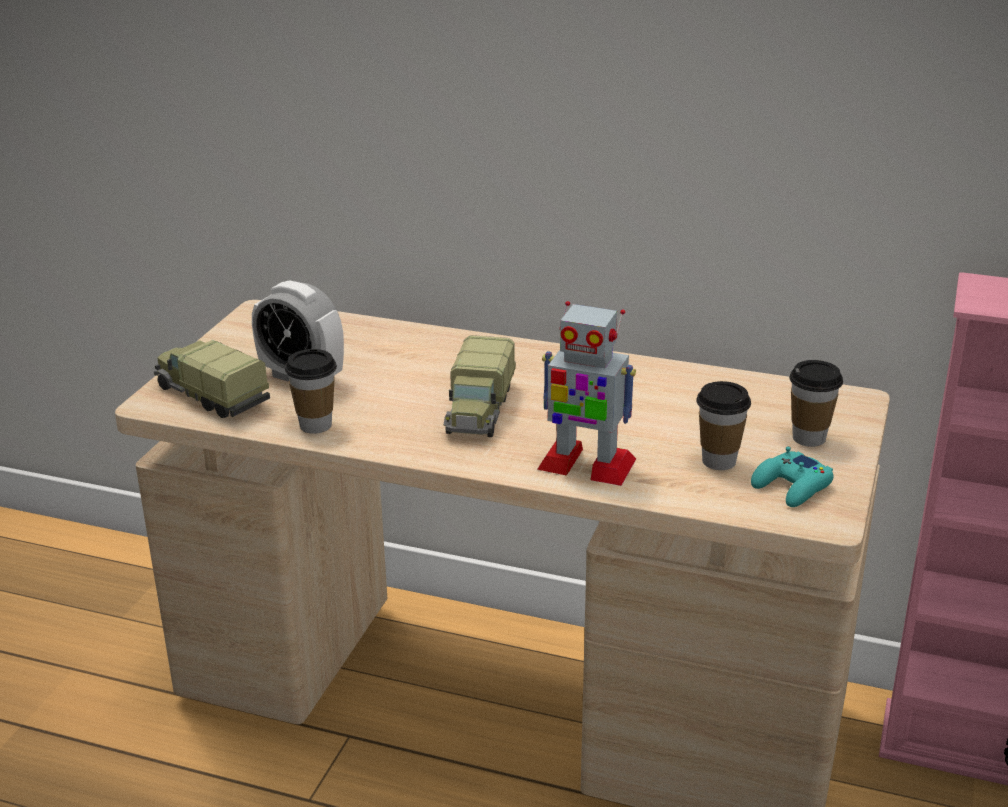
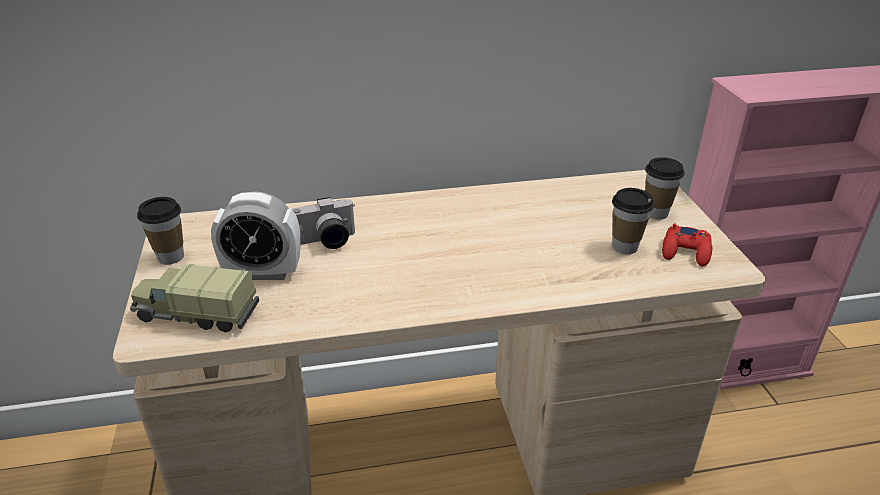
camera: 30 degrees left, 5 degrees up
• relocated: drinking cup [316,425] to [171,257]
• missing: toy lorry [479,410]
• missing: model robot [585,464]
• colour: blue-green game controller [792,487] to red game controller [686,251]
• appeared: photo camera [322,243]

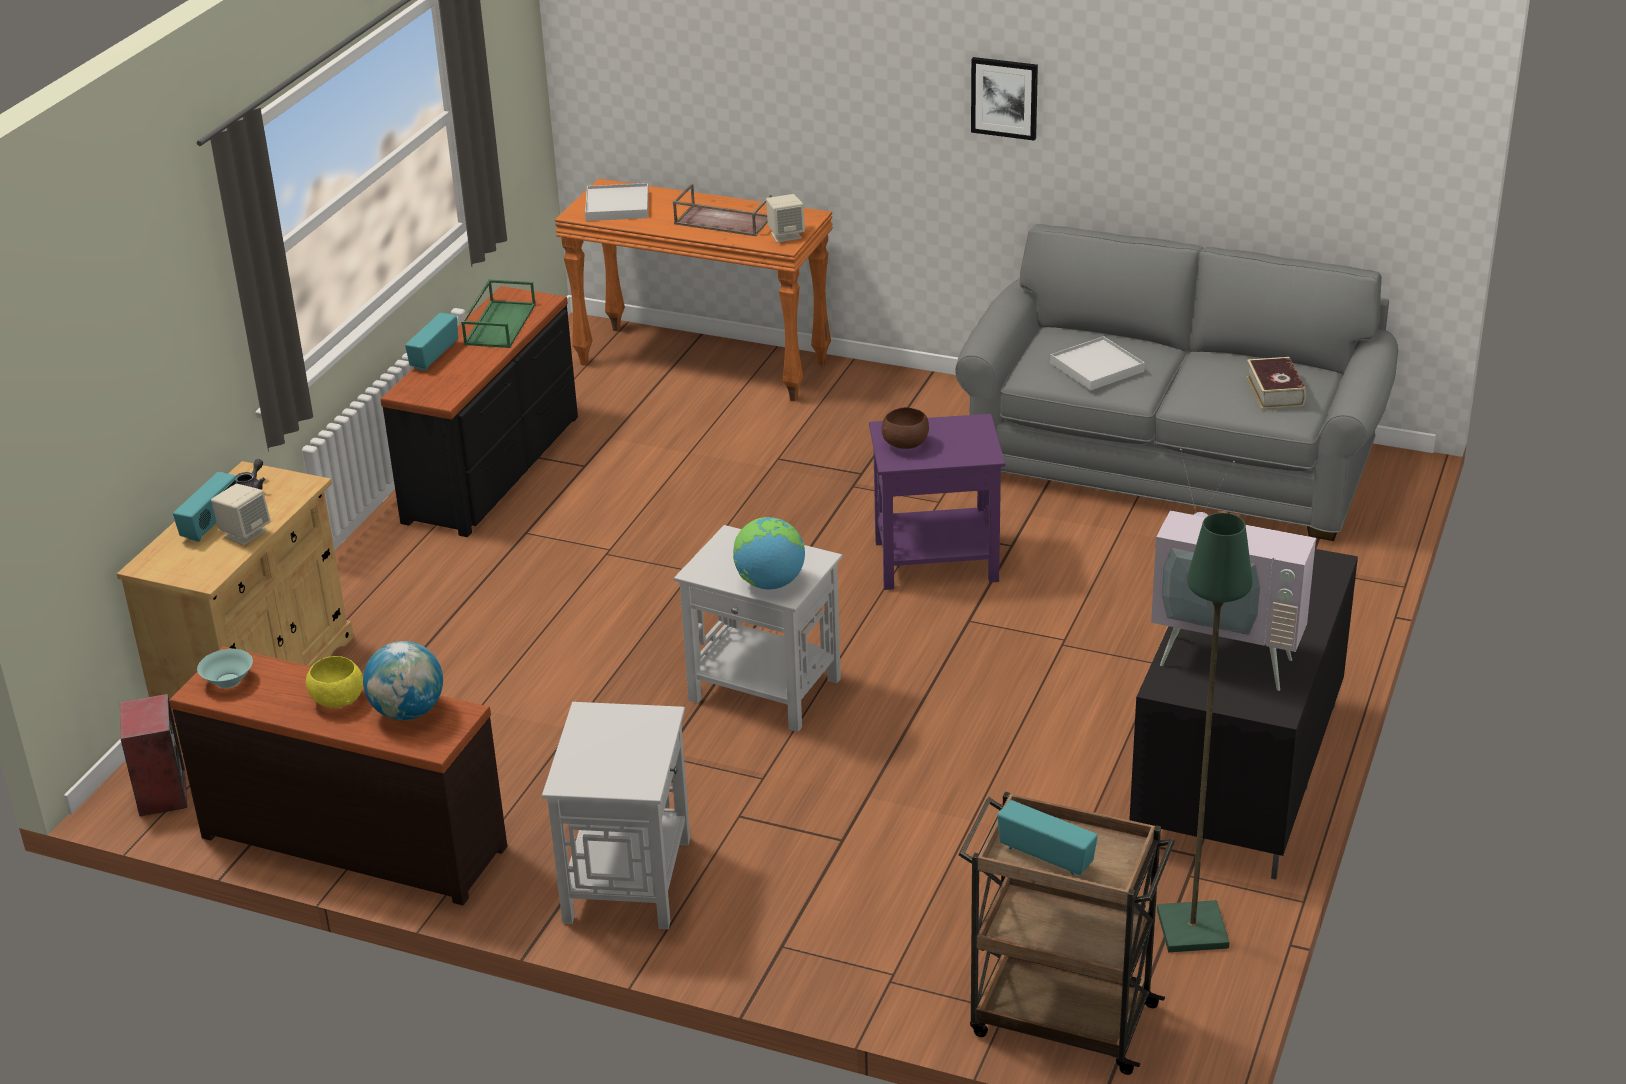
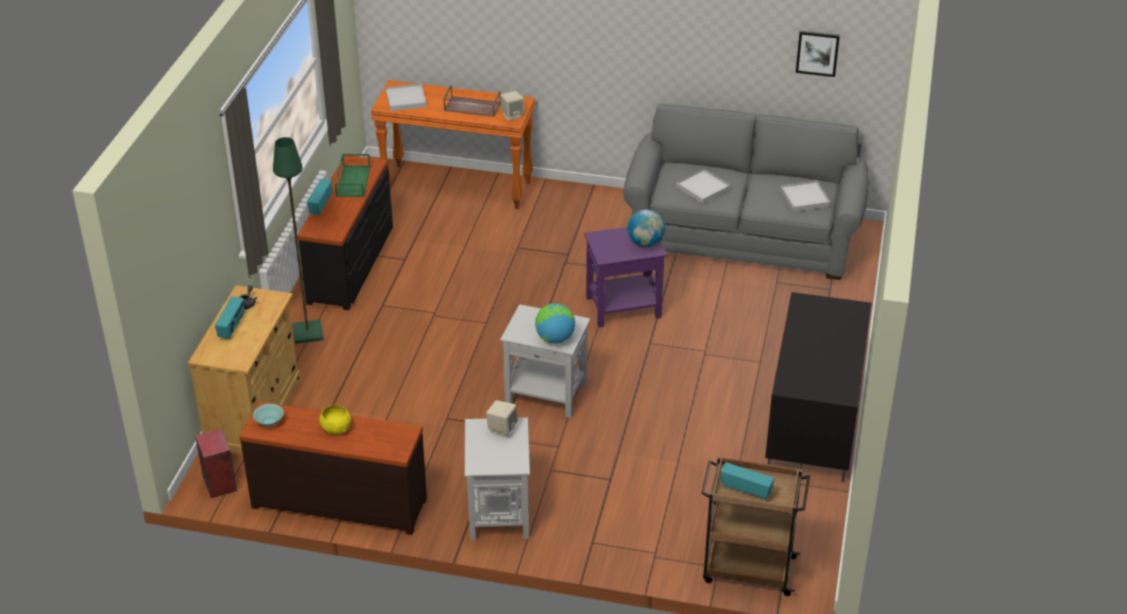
camera: 10 degrees left, 5 degrees up
• relocated: beige-coloured speaker [245,533] to [502,429]
• relocated: globe [408,712] to [645,243]
• missing: brownish serving bowl [905,445]
• relocated: wall art [1004,97] to [817,53]
• missing: television [1229,656]
• relocated: green-coloured floor lamp [1190,928] to [307,332]
• exchanged: book [1275,391] to white-coloured carrying tray [804,198]

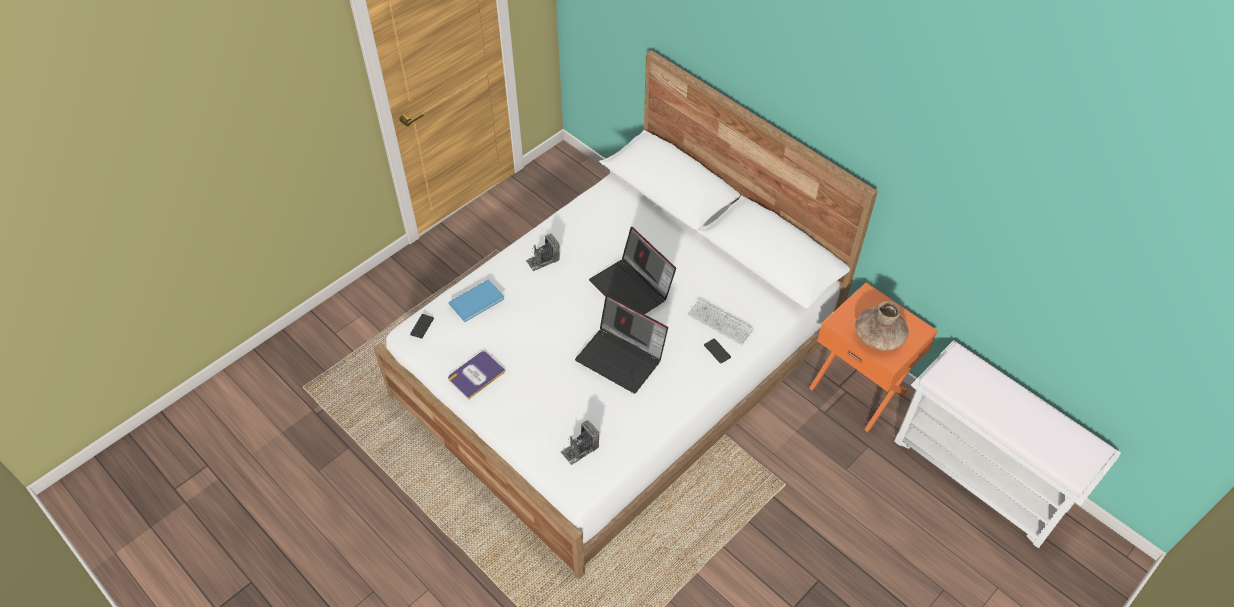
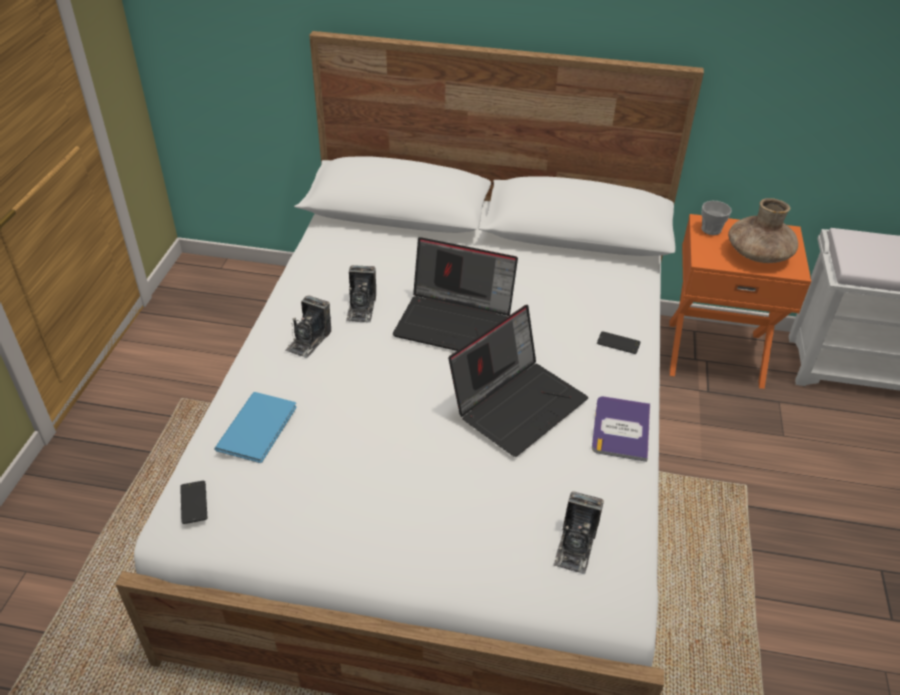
camera: 35 degrees left, 10 degrees down
• relocated: book [476,375] to [621,429]
• spun: notebook computer [622,358] = [518,403] 45 degrees counterclockwise
• missing: PC keyboard [720,322]
• appeared: photo camera [361,307]
• appeared: drinking cup [711,229]

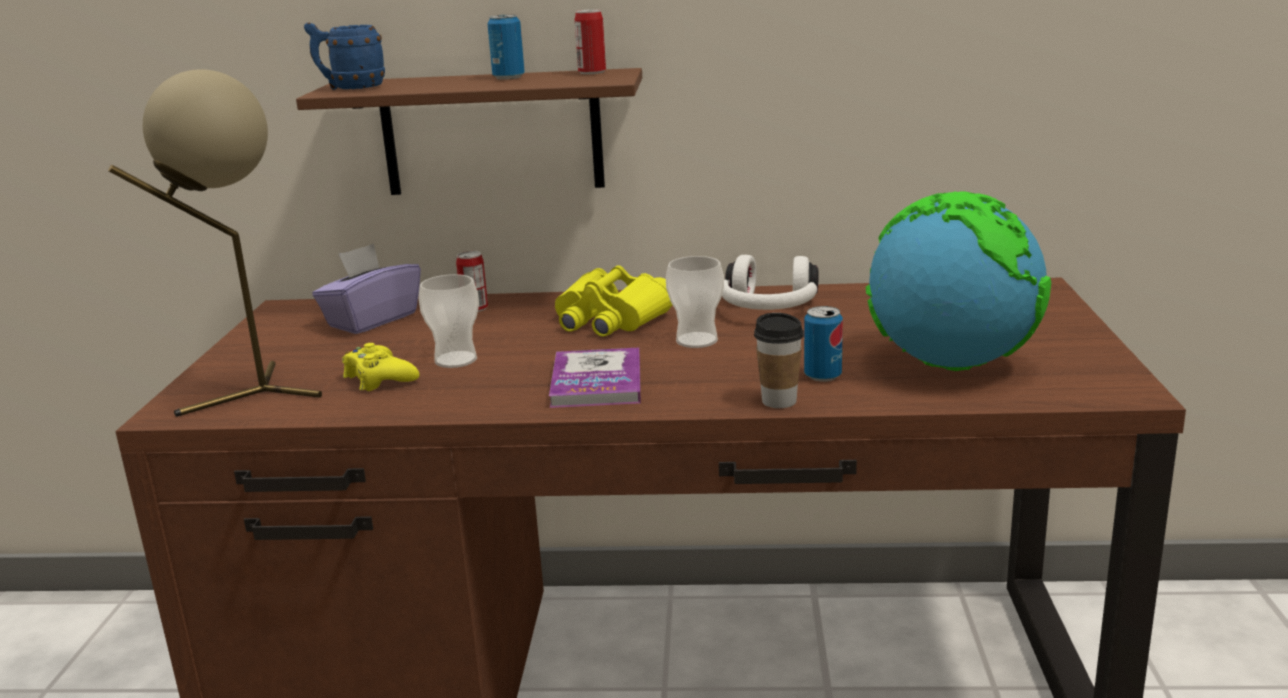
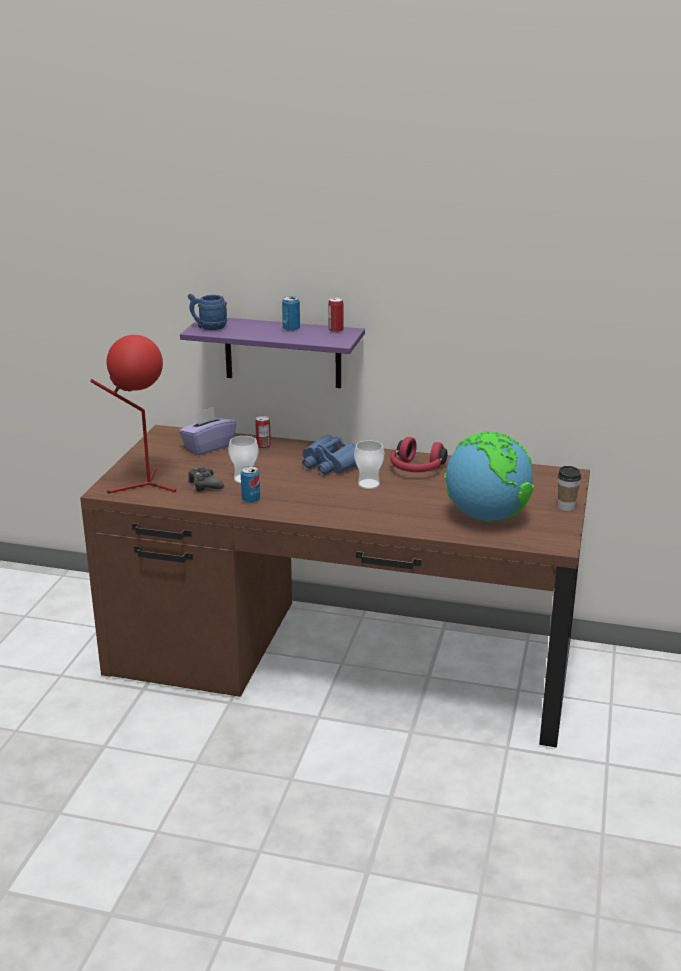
camera: 10 degrees right, 5 degrees up
• colour: beige-coloured table lamp [252,394] to red table lamp [143,485]
• colour: brownish bracket shelf [492,133] to purplish bracket shelf [282,352]
• colour: yellowish game controller [379,378] to black-coloured game controller [205,485]
• missing: book [596,381]
• colour: yellowish field glasses [610,320] to blue field glasses [331,464]
• colour: white-coloured headset [768,309] to red headset [416,469]
• relocated: drinking cup [779,401] to [566,507]
• relocated: metal can [823,376] to [251,500]

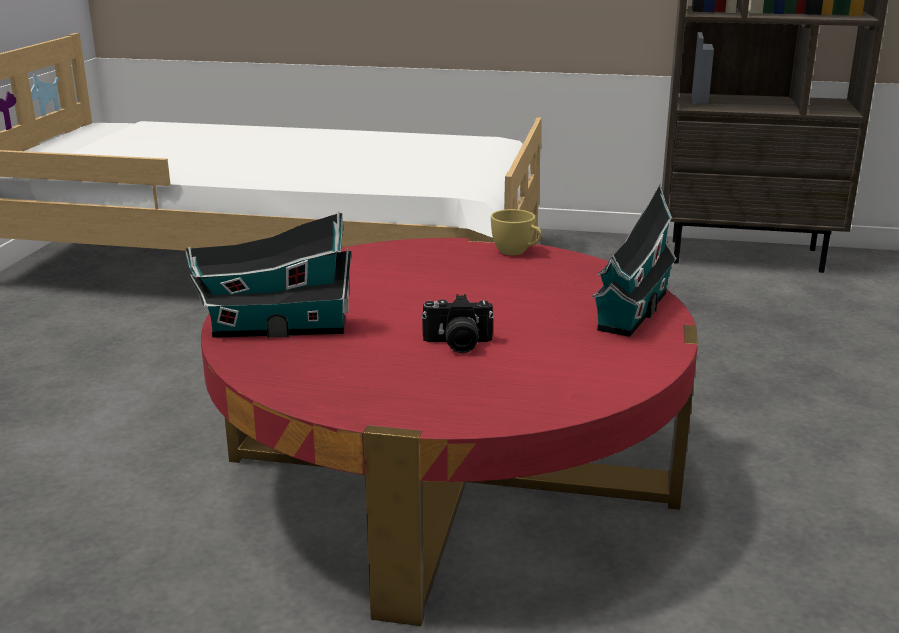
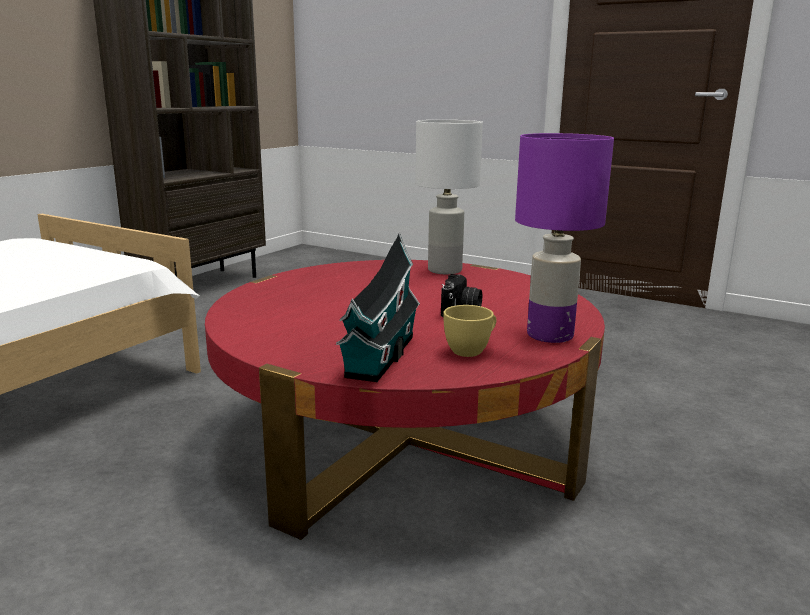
camera: 70 degrees left, 5 degrees down
• relocated: yellowish drinking cup [516,252] to [471,350]
• exchanged: toy house [631,312] to white-coloured table lamp [443,270]
• appeared: purplish table lamp [549,336]

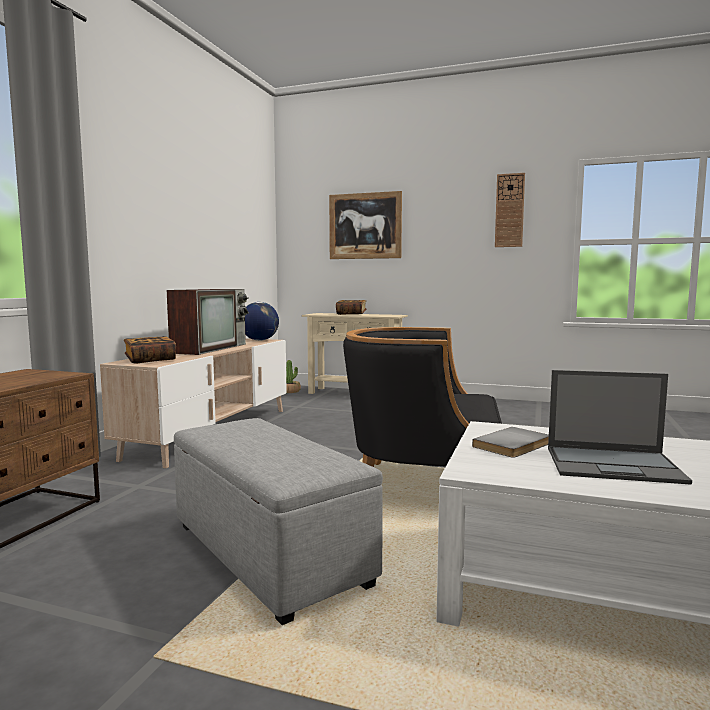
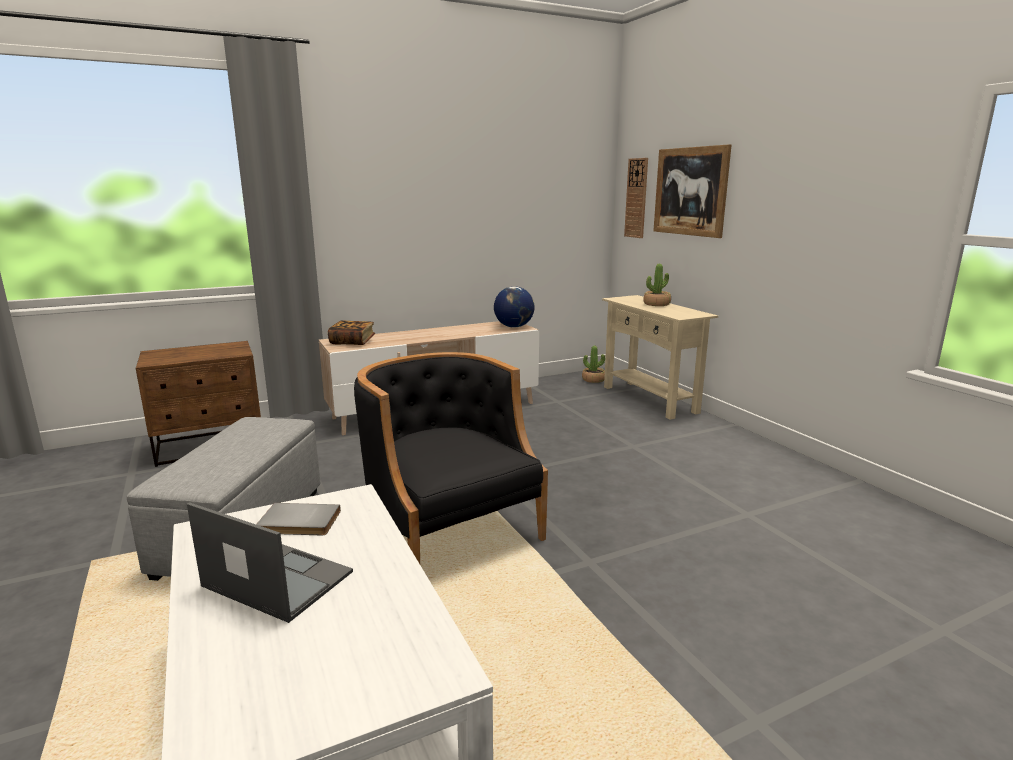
camera: 45 degrees right, 10 degrees up
• missing: television [210,348]
• exchanged: book [351,314] to houseplant [656,304]
• relocated: clock on the wall [509,210] to [636,198]
• spun: notebook computer [614,465] = [276,579] 150 degrees clockwise

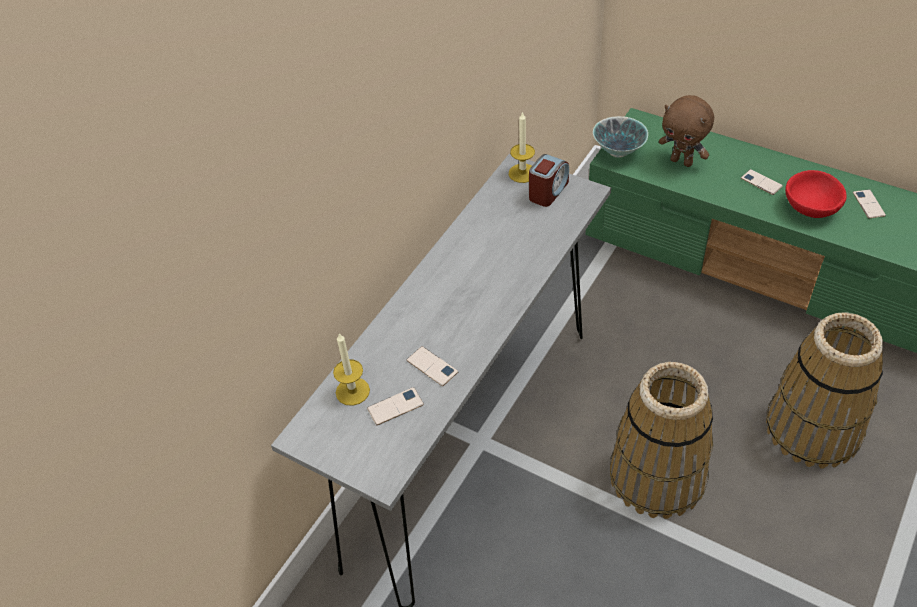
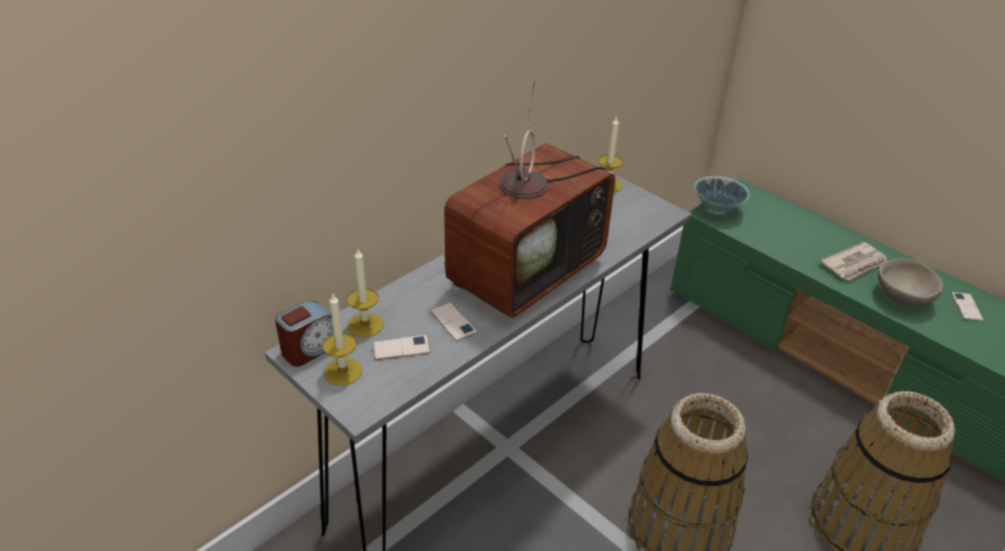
camera: 10 degrees right, 10 degrees down
• relocated: table clock [548,191] to [311,348]
• missing: brownish plush toy [682,161]
• exchanged: phone [761,182] to daily paper [855,264]
• colour: red serving bowl [810,208] to beige-coloured serving bowl [901,297]
• appeared: wax light [343,371]
• appeared: television [526,269]

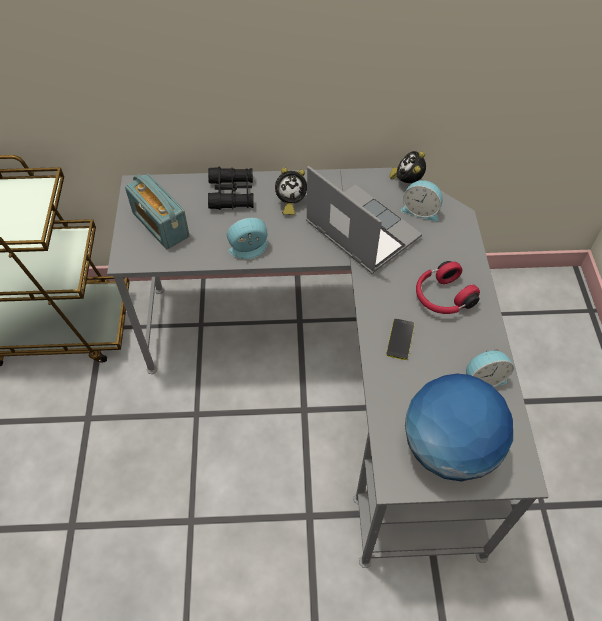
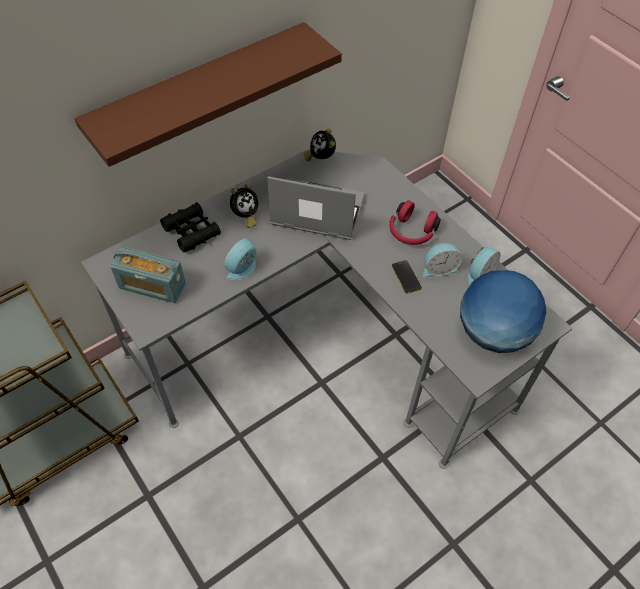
camera: 35 degrees left, 0 degrees up
• relocated: table clock [421,210] to [438,268]
• appeared: brownish bracket shelf [201,93]

